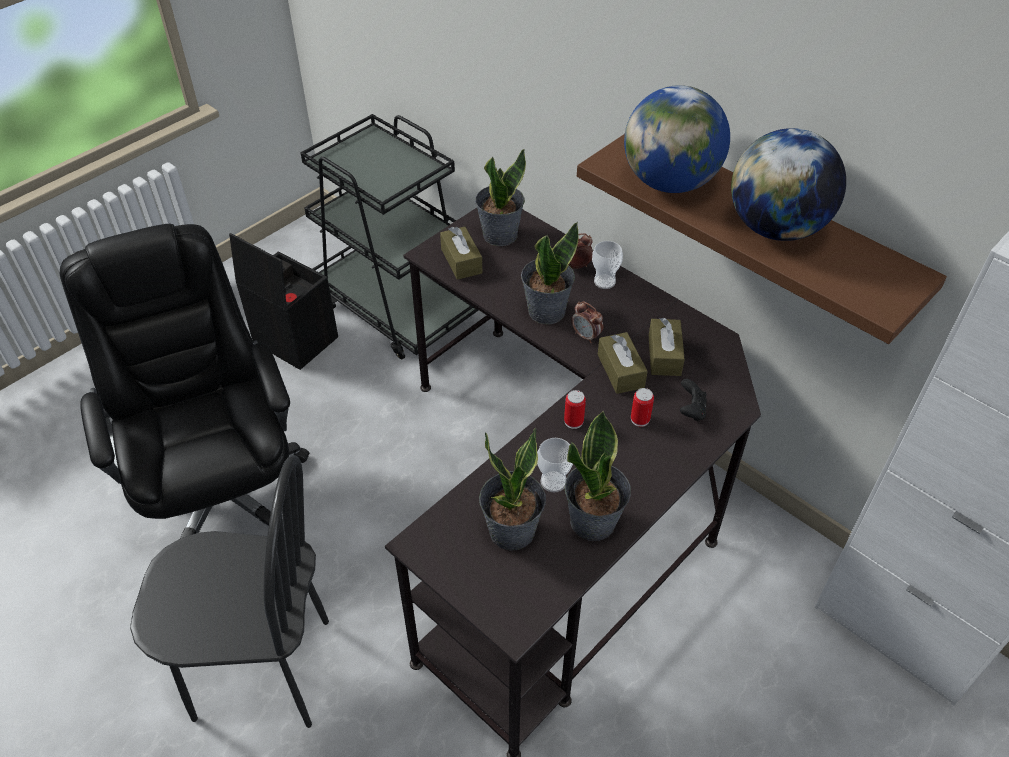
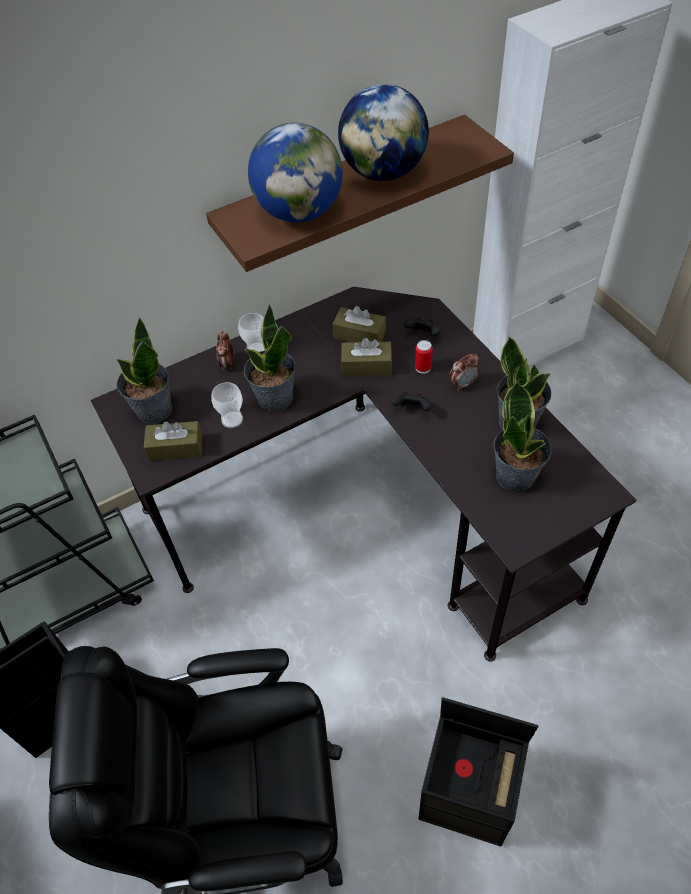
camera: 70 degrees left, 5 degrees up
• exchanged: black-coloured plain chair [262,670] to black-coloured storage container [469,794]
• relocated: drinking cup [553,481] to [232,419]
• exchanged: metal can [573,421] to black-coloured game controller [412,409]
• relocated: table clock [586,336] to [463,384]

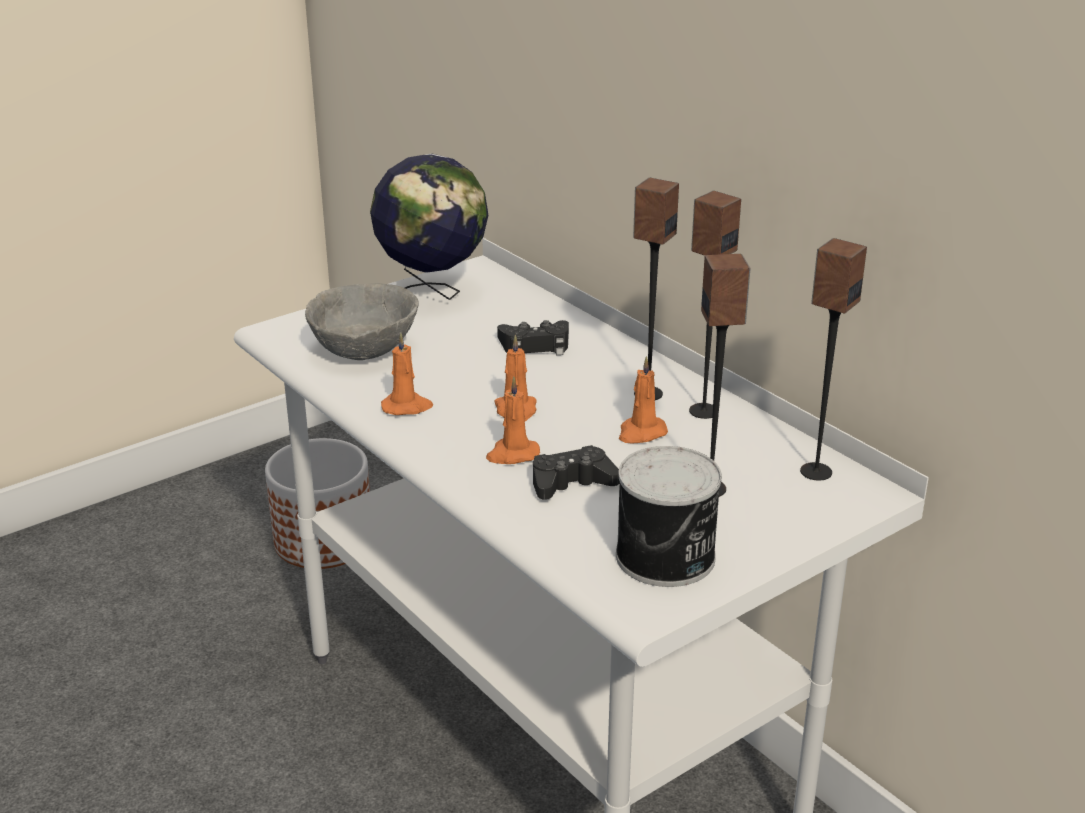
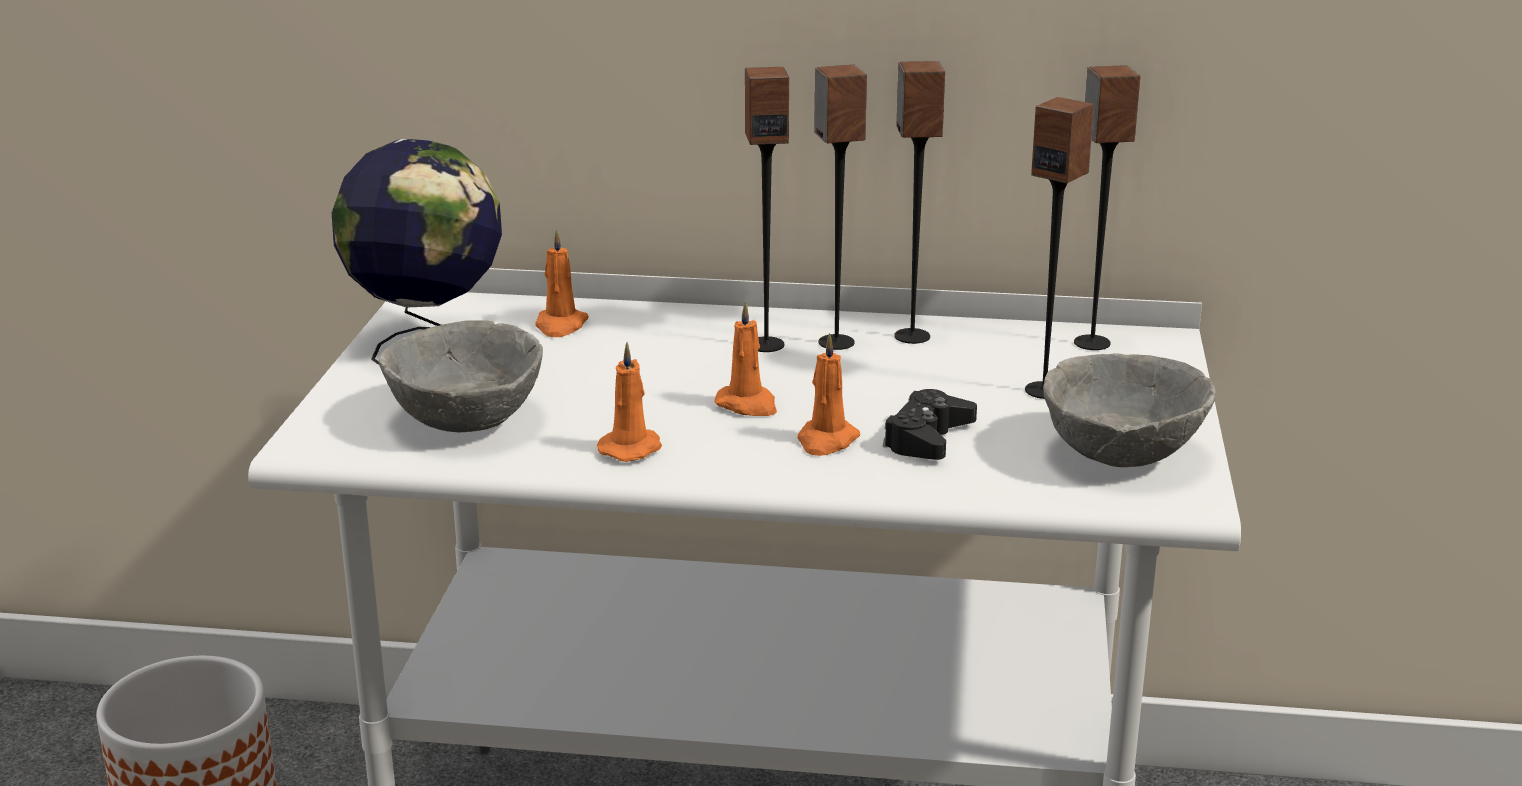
camera: 45 degrees left, 5 degrees down
• missing: black-coloured game controller [535,346]
• exchanged: metal can [667,558] to greyish serving bowl [1123,454]
• relocated: orange wax light [641,433] to [560,326]
• appeared: speaker [766,344]

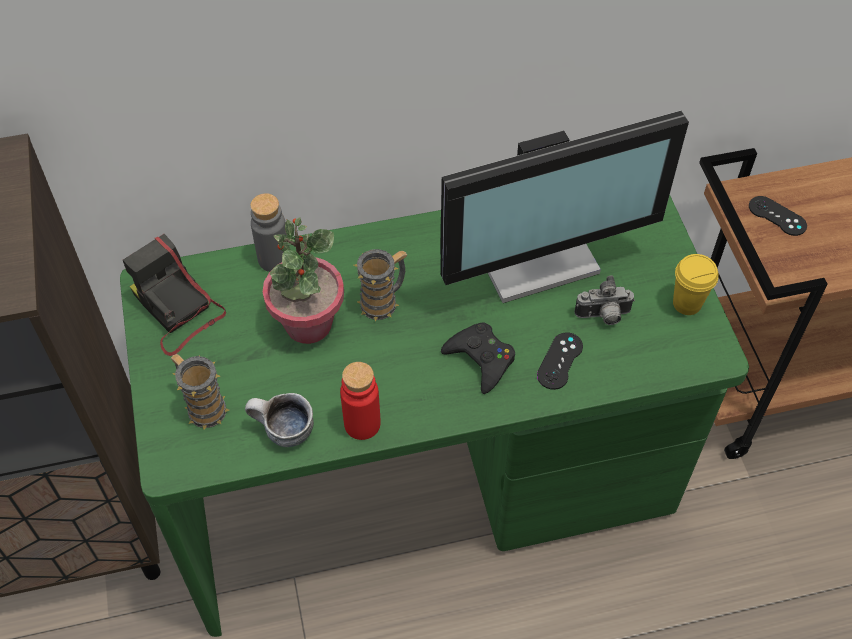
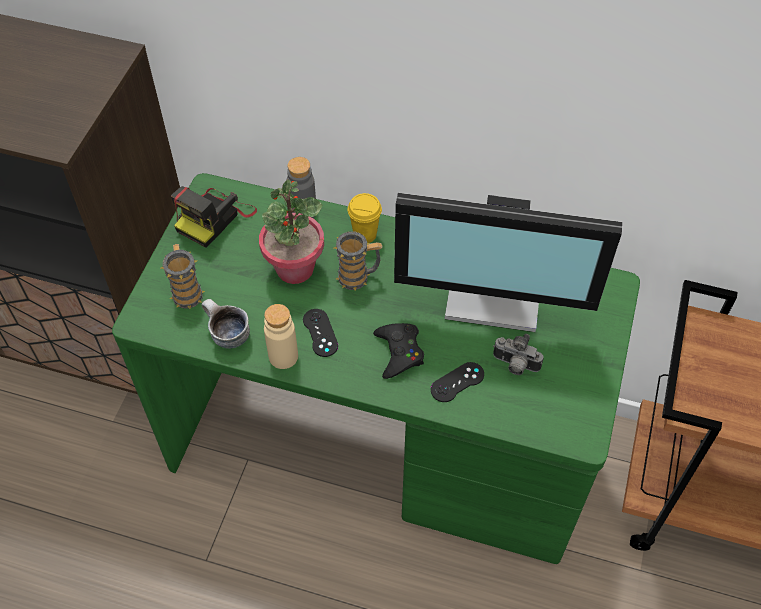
camera: 30 degrees right, 0 degrees up
• spun: photo camera [177,310] = [215,218] 135 degrees counterclockwise
• colour: red beverage bottle [362,424] to beige-coloured beverage bottle [283,356]
• relocated: yellowish drinking cup [687,303] to [365,234]
• relocated: black-coloured game controller [777,216] to [320,333]

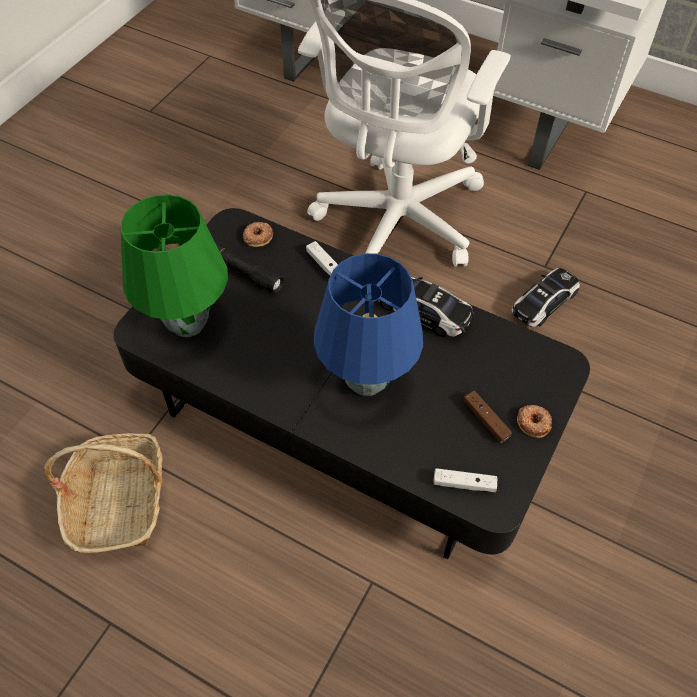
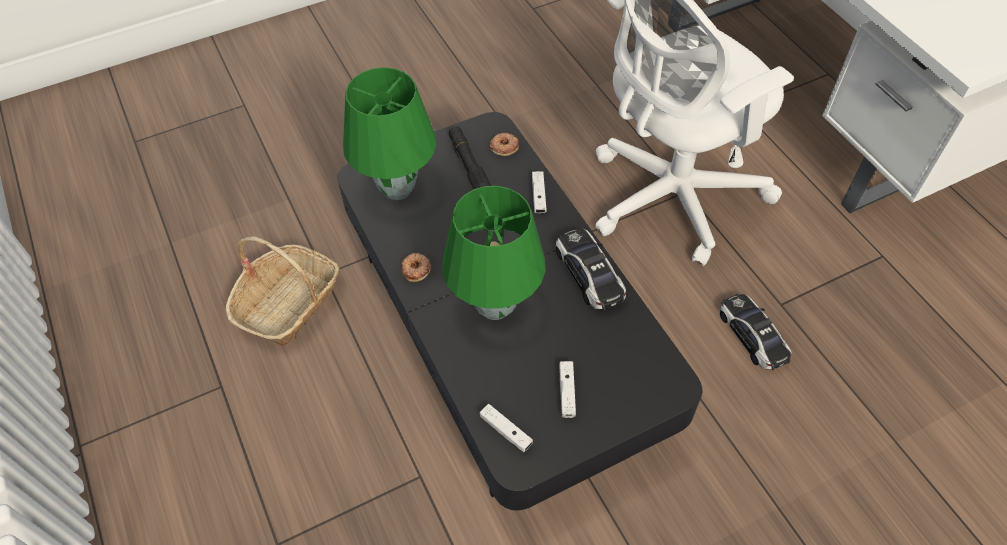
camera: 35 degrees right, 0 degrees up
• colour: blue table lamp [365,381] to green-coloured table lamp [494,306]
• colour: brownish game controller [486,420] to white-coloured game controller [567,392]
• spun: miniature car [543,303] = [752,336] 105 degrees counterclockwise
• relocated: donut [533,422] to [416,269]

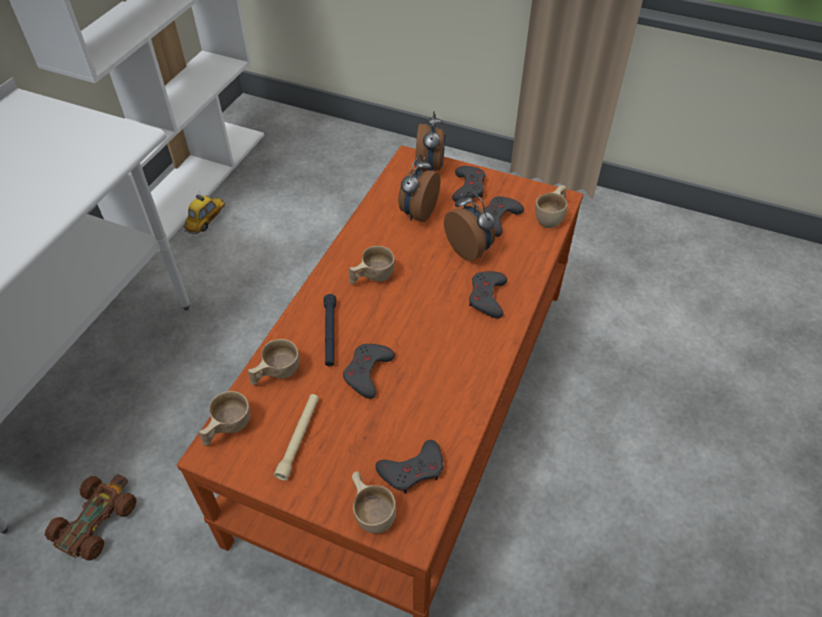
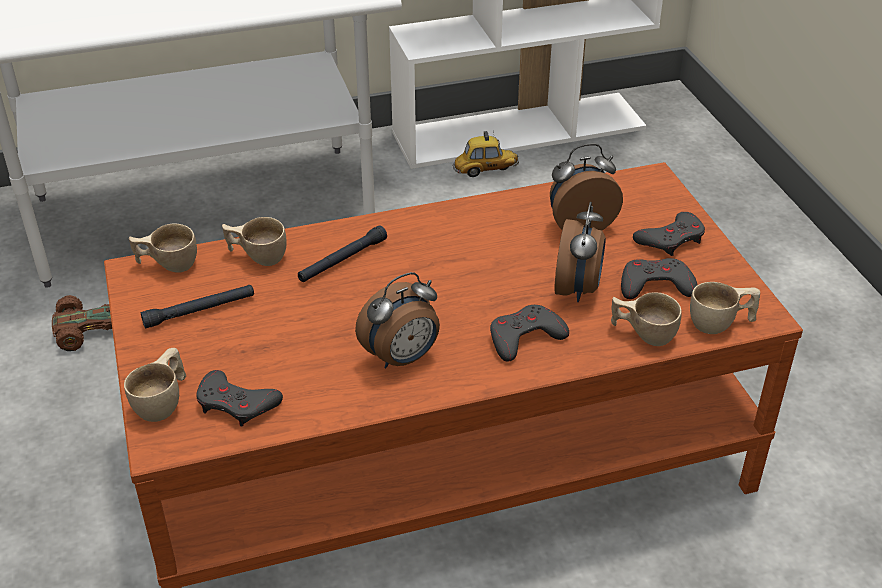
camera: 50 degrees right, 10 degrees down
• colour: beige-coloured torch [299,438] to black-coloured torch [199,311]
• missing: greyish game controller [367,372]
• relocated: beige-coloured drinking cup [371,277] to [643,333]
• relocated: table clock [430,168] to [402,358]

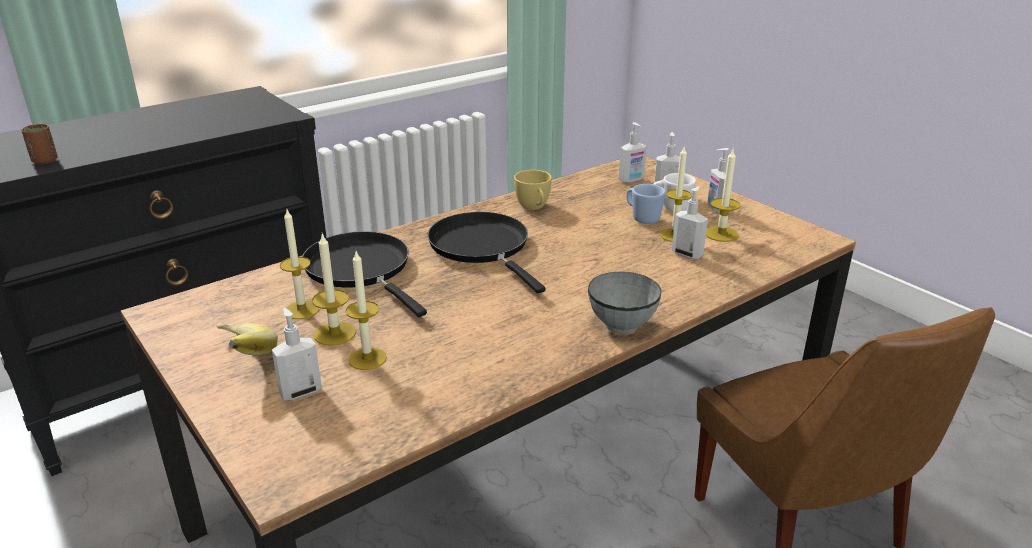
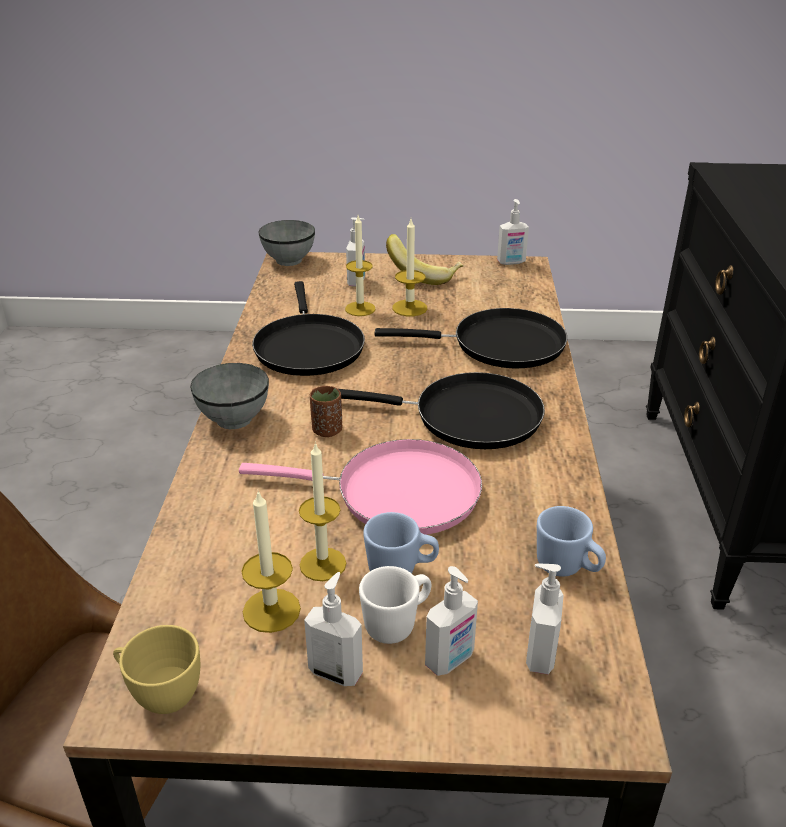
camera: 130 degrees right, 5 degrees up
• relocated: brownish drinking cup [45,161] to [327,430]
• missing: wax light [302,310]
• relocated: yellowish drinking cup [534,207] to [160,693]
• relocated: soap bottle [687,254] to [511,262]
• appeared: pink frying pan [397,493]
• appeared: black-coloured frying pan [308,347]
• appeared: greyish serving bowl [288,260]
• appeared: blue coffee mug [567,568]

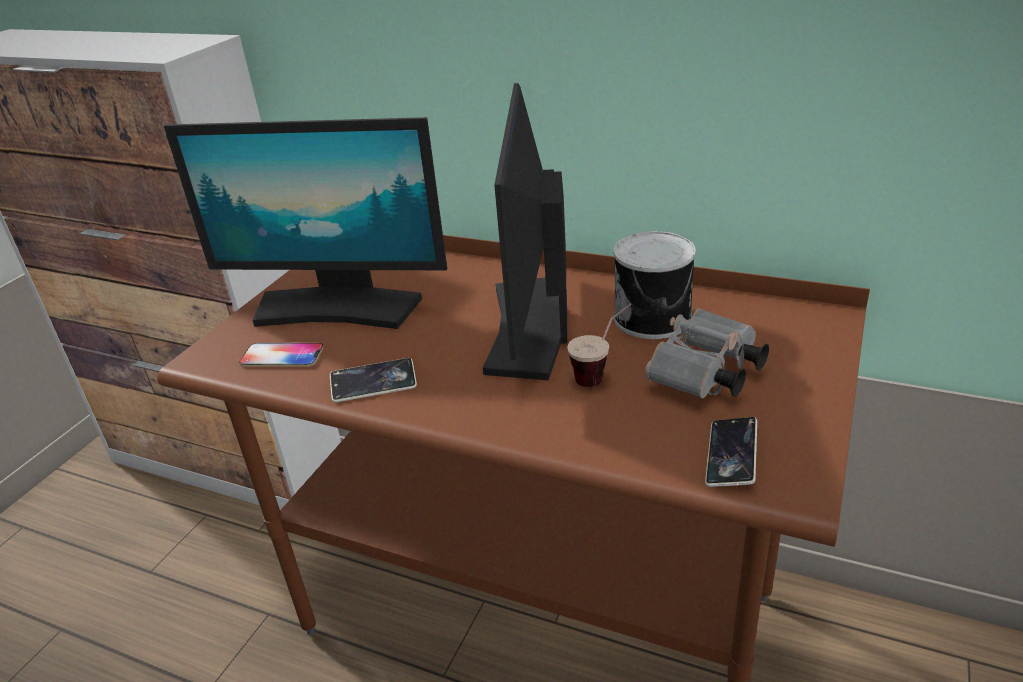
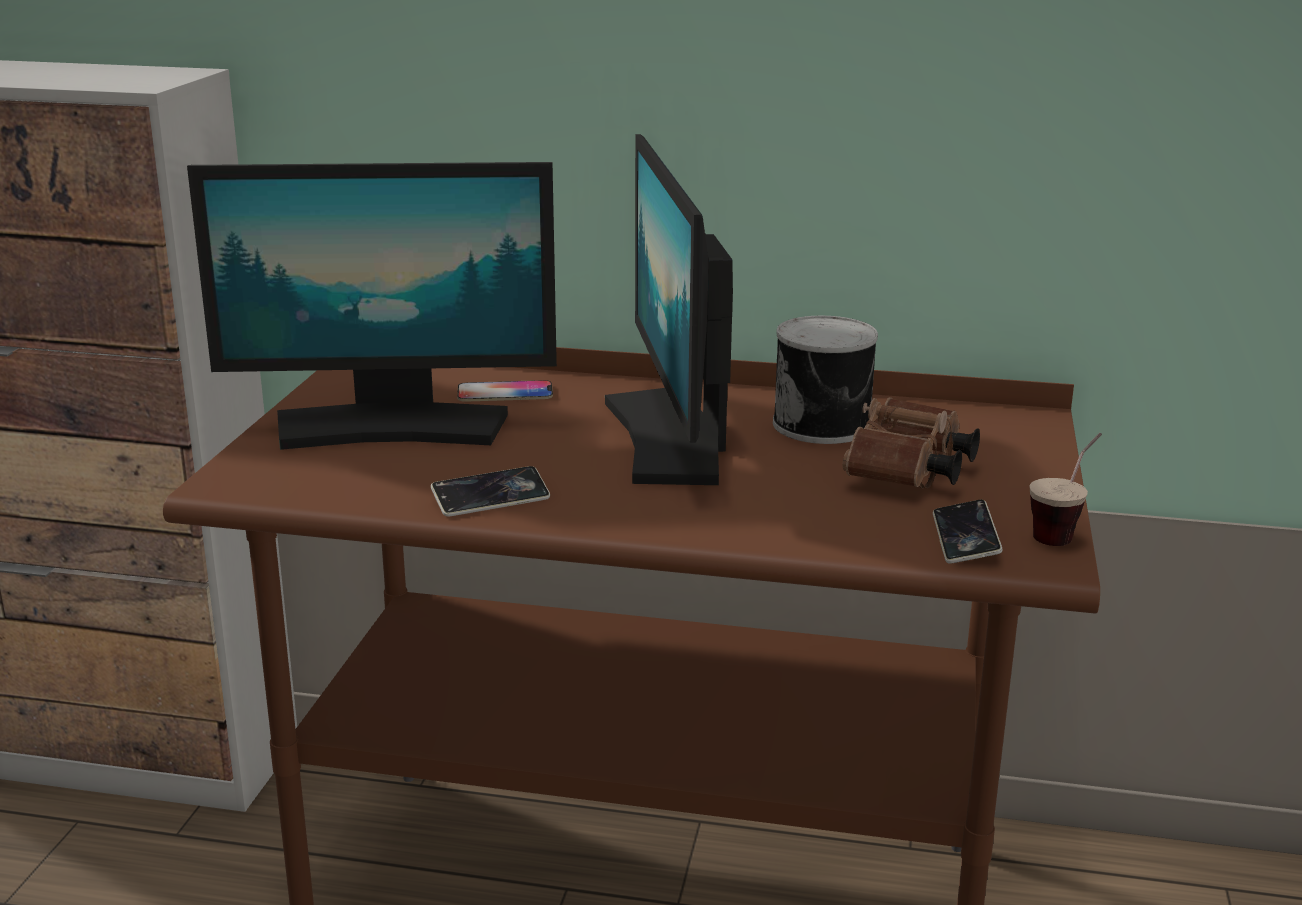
camera: 15 degrees left, 10 degrees down
• relocated: phone [282,356] to [505,393]
• relocated: drinking cup [602,373] to [1064,532]
• colour: greyish field glasses [705,376] to brownish field glasses [907,473]

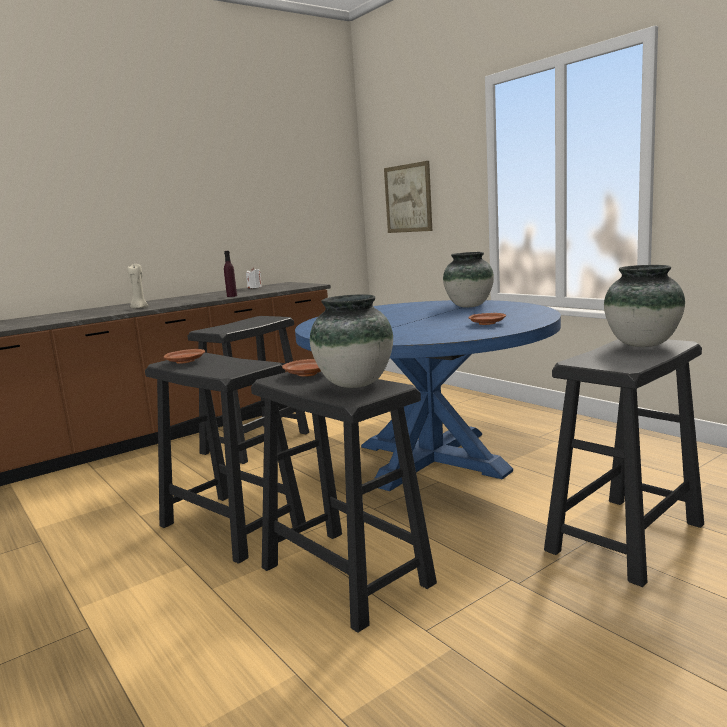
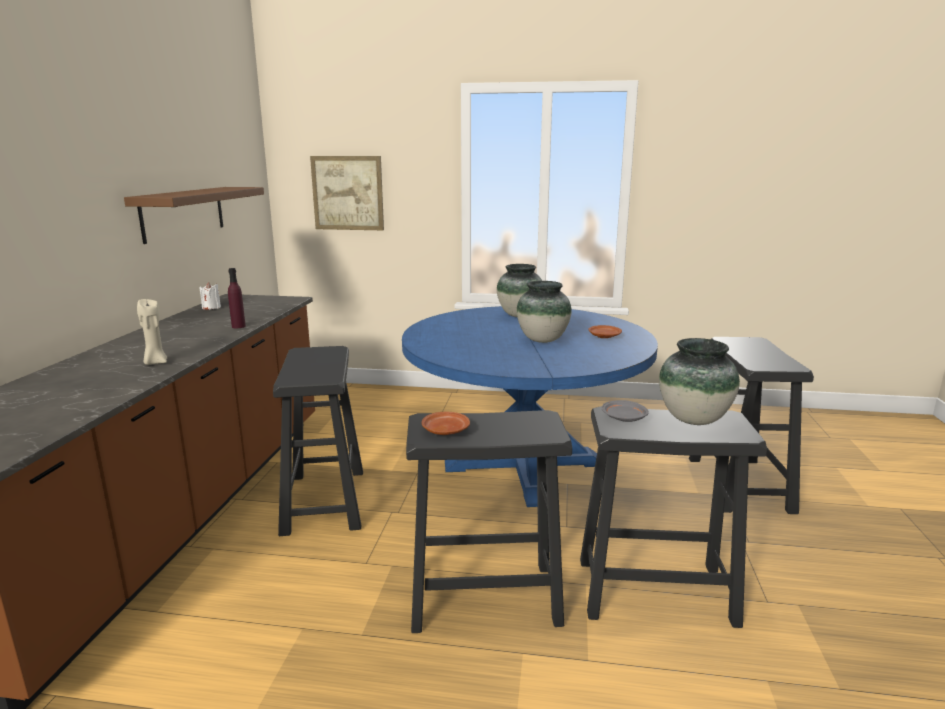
camera: 45 degrees left, 5 degrees up
• colour: brownish dinner plate [306,374] to greyish dinner plate [624,418]
• relocated: decorative vase [642,344] to [542,340]
• appeared: brownish bracket shelf [183,213]

